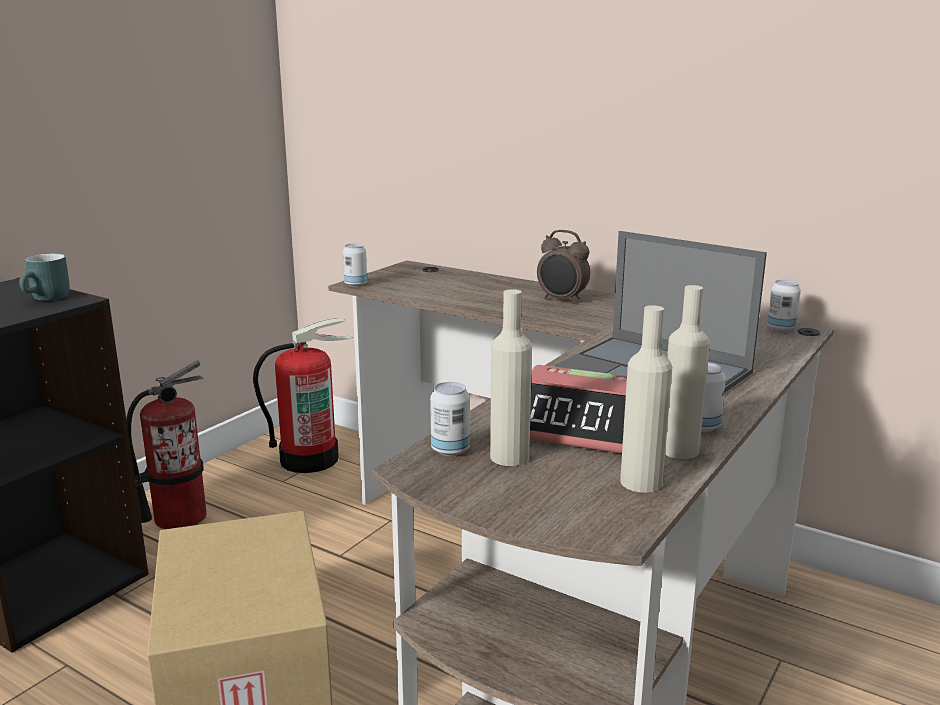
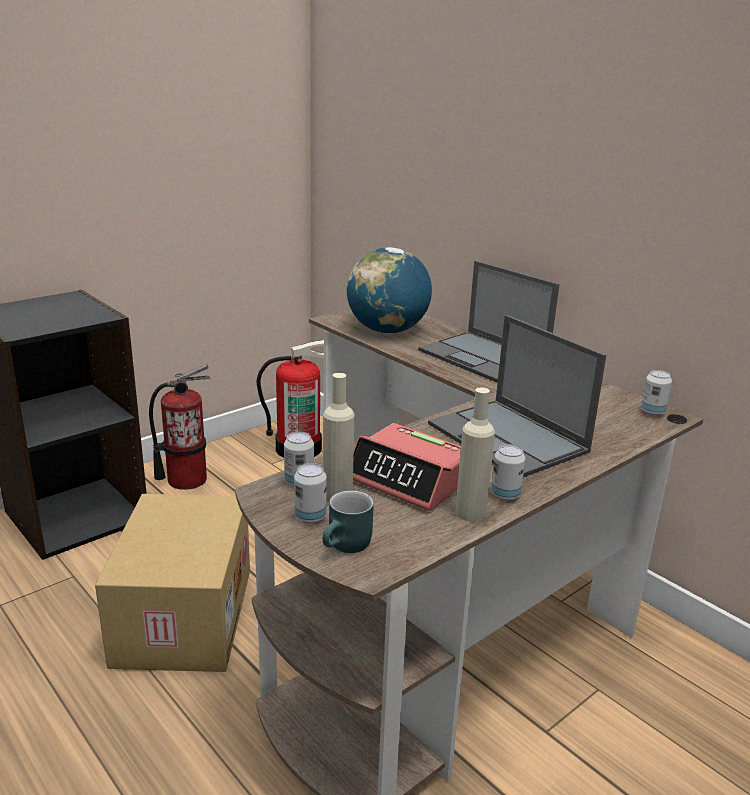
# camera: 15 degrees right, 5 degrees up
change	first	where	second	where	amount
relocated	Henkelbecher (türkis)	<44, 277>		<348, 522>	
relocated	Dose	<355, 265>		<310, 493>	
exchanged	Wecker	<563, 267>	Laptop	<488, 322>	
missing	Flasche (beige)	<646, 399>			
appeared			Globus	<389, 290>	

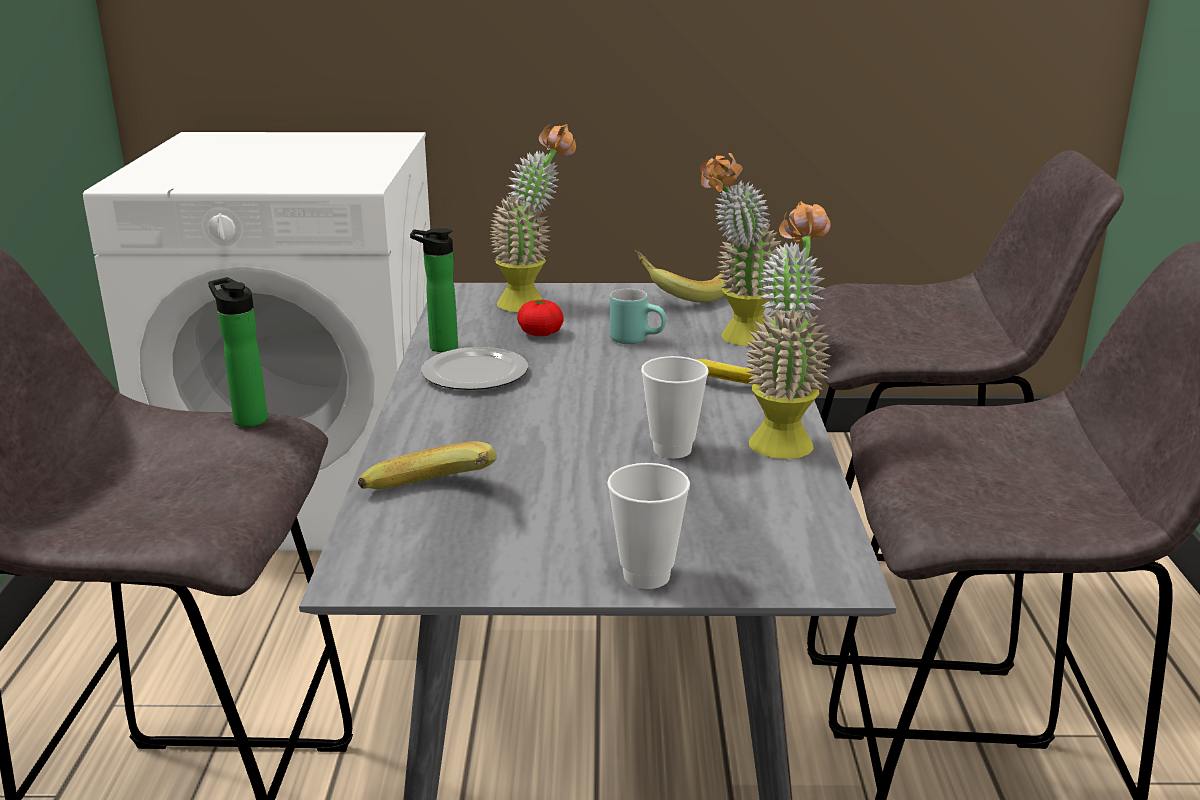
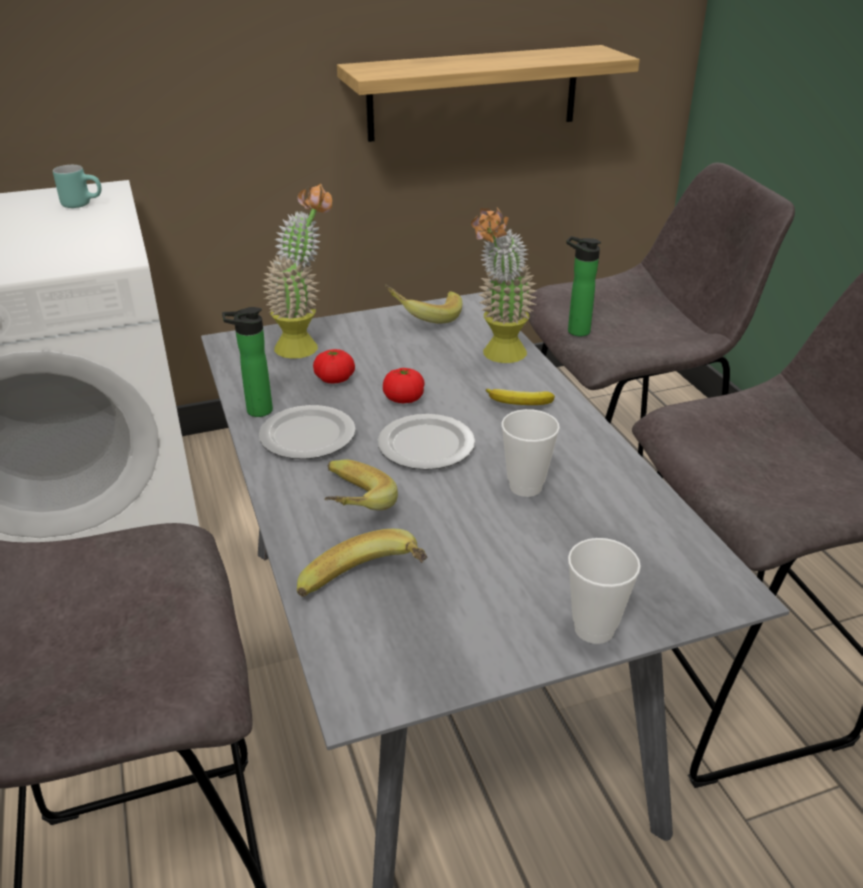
# camera: 20 degrees left, 10 degrees up
change	first	where	second	where	amount
relocated	Flasche	<238, 352>		<583, 286>	
relocated	Henkelbecher (türkis)	<638, 316>		<77, 186>	
missing	Topfpflanze	<788, 330>			
appeared			Banane	<361, 484>	
appeared			Wandregal	<488, 93>	
appeared			Teller	<426, 442>	
appeared			Tomate	<404, 385>	

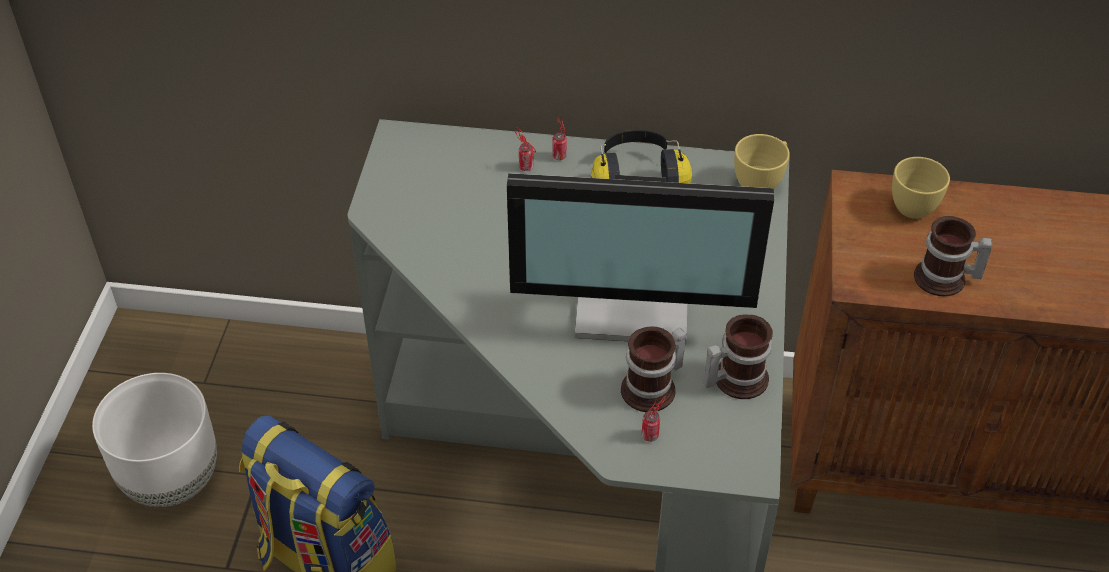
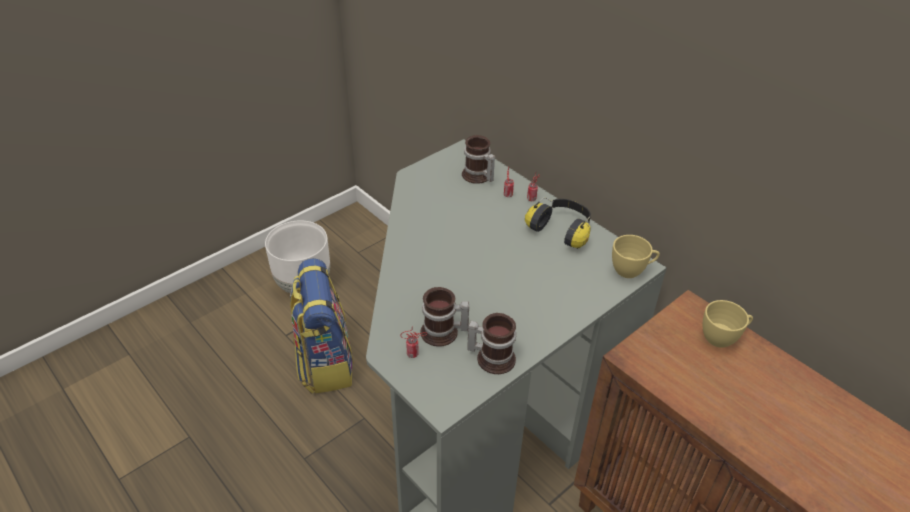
# camera: 40 degrees right, 5 degrees down
change	first	where	second	where	amount
missing	Monitor	<640, 259>			
relocated	Henkelbecher	<953, 256>		<478, 159>	

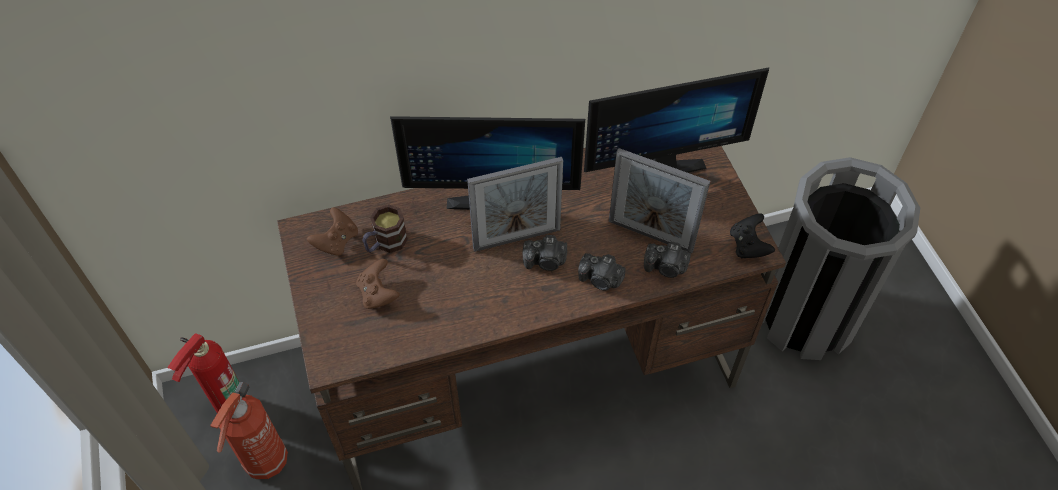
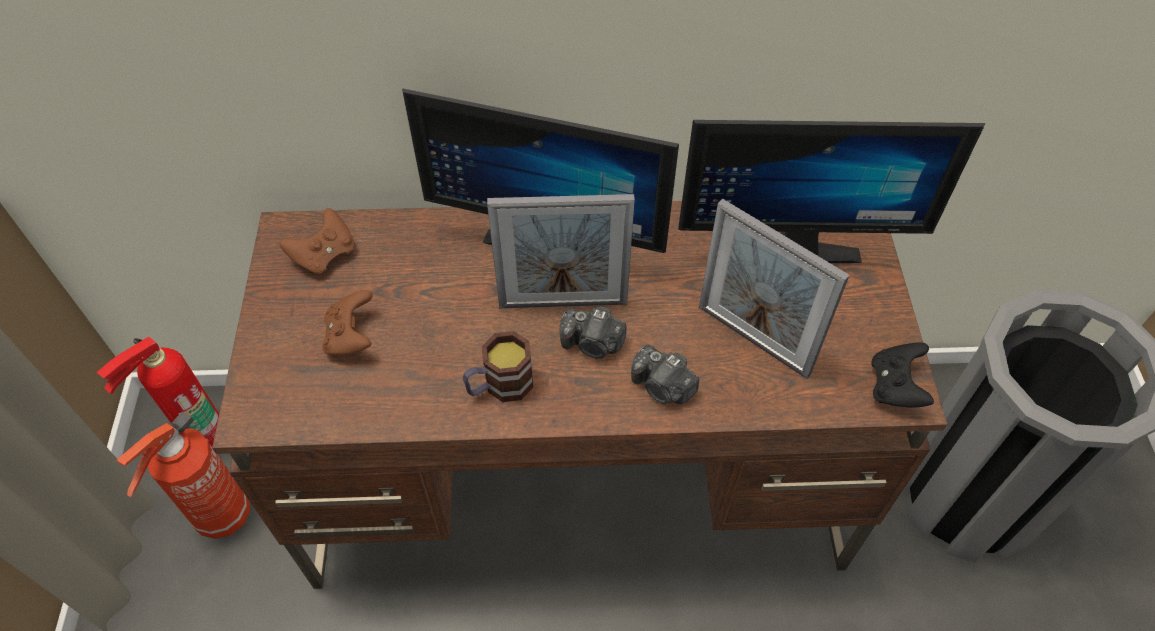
# camera: 15 degrees right, 0 degrees up
change	first	where	second	where	amount
relocated	Henkelbecher	<385, 228>		<498, 366>	
missing	Kamera	<667, 259>			

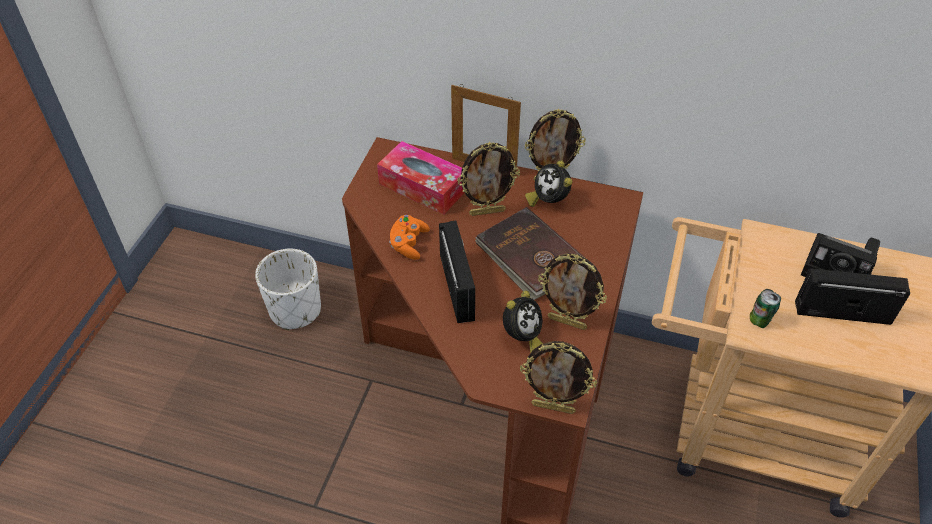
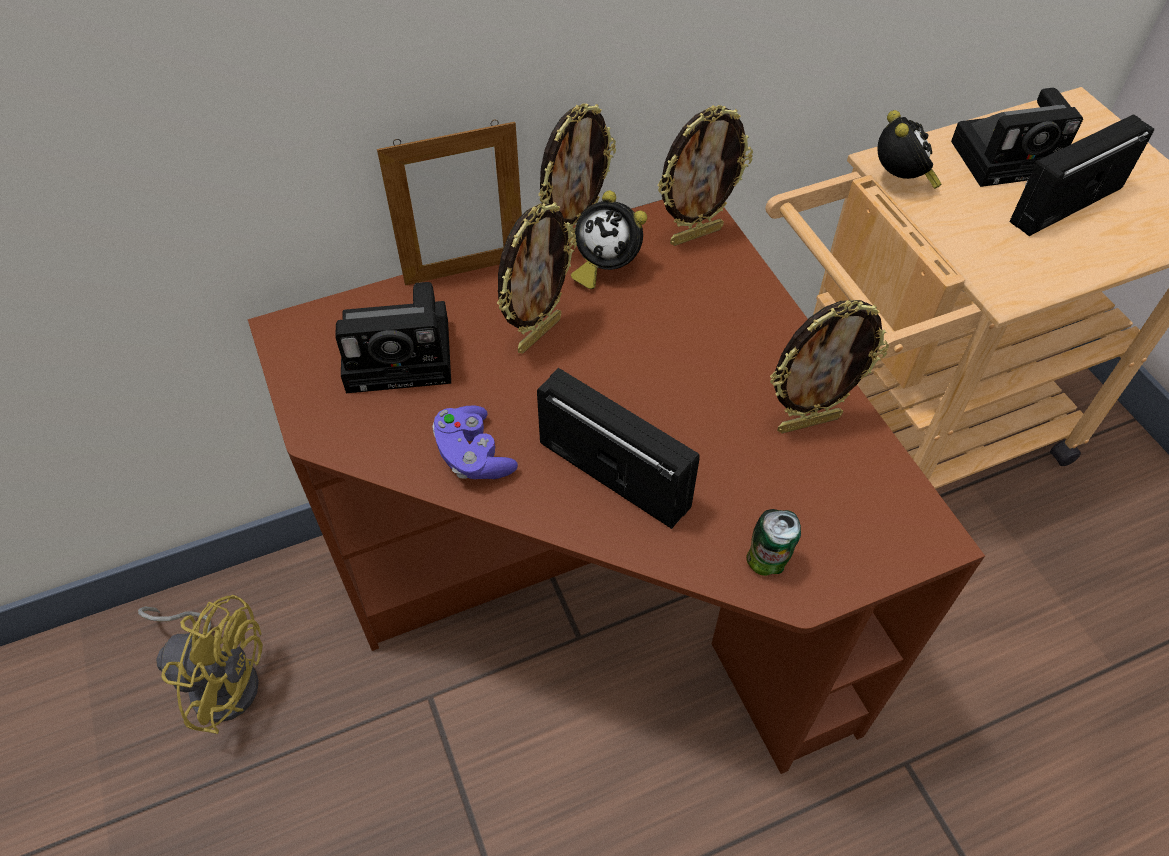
# camera: 40 degrees left, 5 degrees up
change	first	where	second	where	amount
exchanged	Pflanzkübel (weiß)	<288, 289>	Ventilator (gelb)	<200, 664>	
exchanged	Taschentuchbox	<421, 178>	Kamera	<393, 337>	
colour	Gamepad (orange)	<409, 237>	Gamepad (lila)	<475, 442>	
missing	Buch (braun)	<529, 253>			
relocated	Wecker	<523, 322>		<909, 149>	
relocated	Bilderrahmen	<558, 377>		<705, 175>	
relocated	Dose	<765, 308>		<773, 542>	

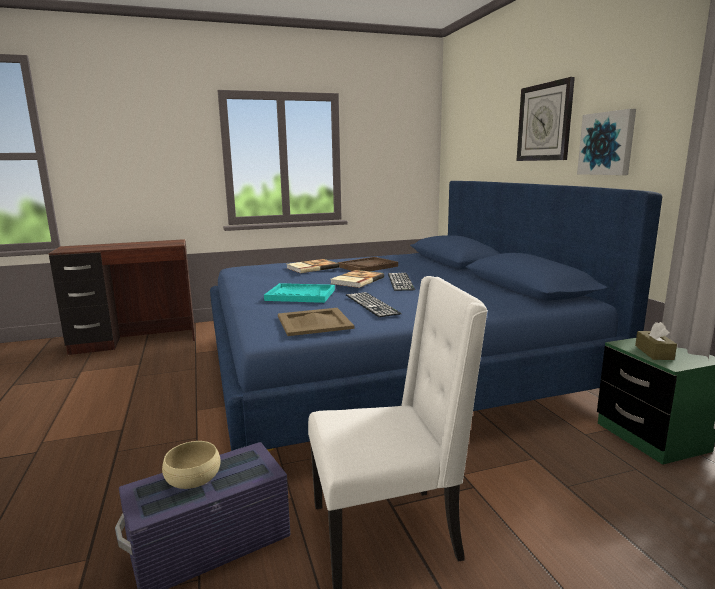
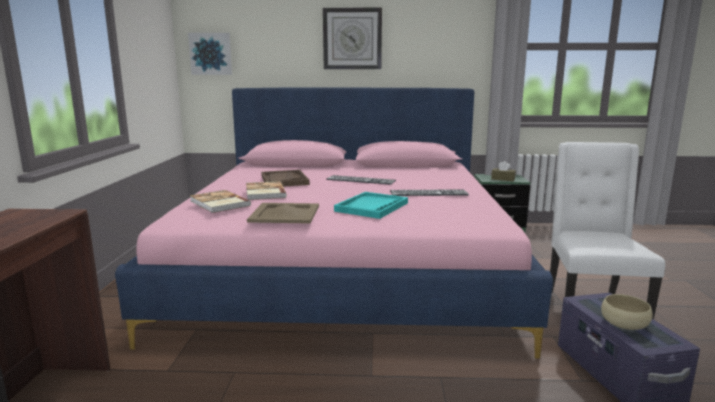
# camera: 70 degrees left, 0 degrees up
change	first	where	second	where	amount
colour	Bett (blau)	<436, 316>	Bett (rosa)	<334, 223>	
relocated	Tablett (beige)	<316, 322>		<283, 213>	
relocated	Buch	<357, 279>		<220, 201>	
relocated	Bild	<606, 142>		<210, 54>	

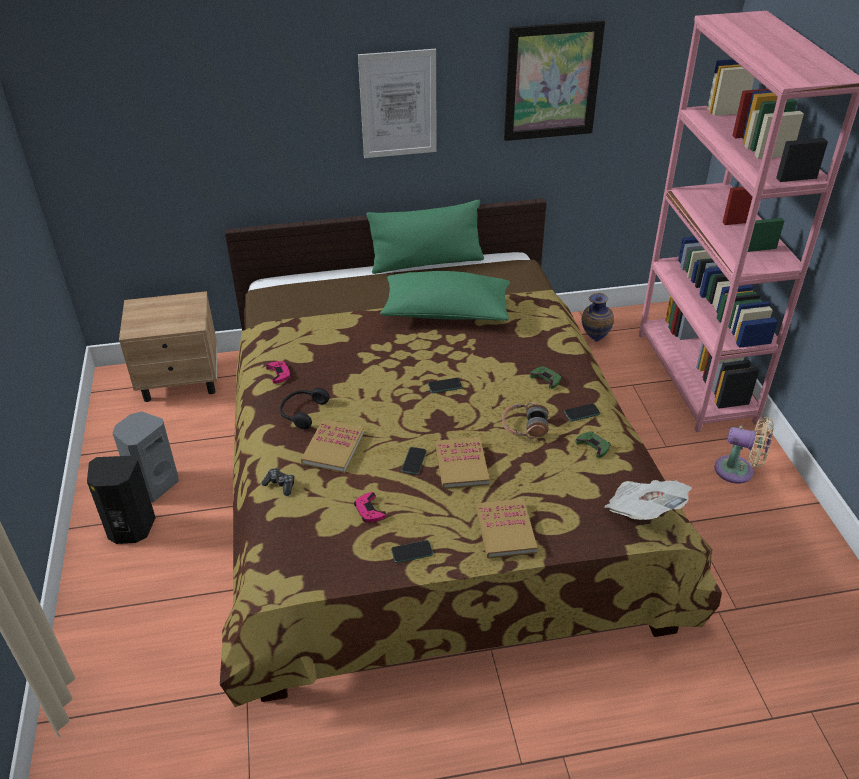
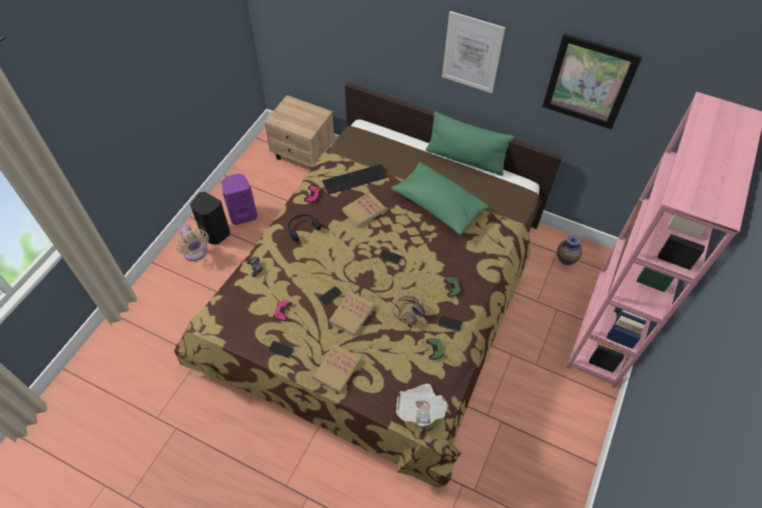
# camera: 35 degrees right, 15 degrees up
change	first	where	second	where	amount
colour	Lautsprecher (grau)	<146, 456>	Lautsprecher (lila)	<240, 199>	
relocated	Buch	<332, 446>		<364, 210>	
relocated	Ventilator (beige)	<744, 450>		<192, 243>	
appeared			Tastatur	<355, 179>	

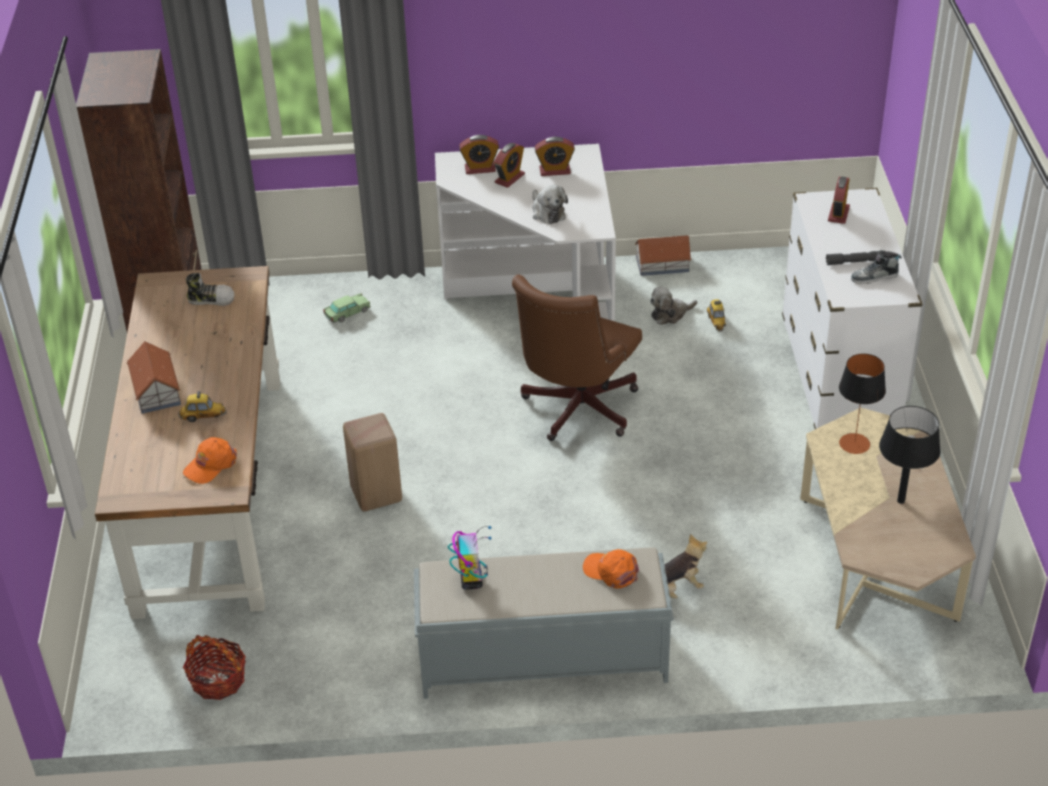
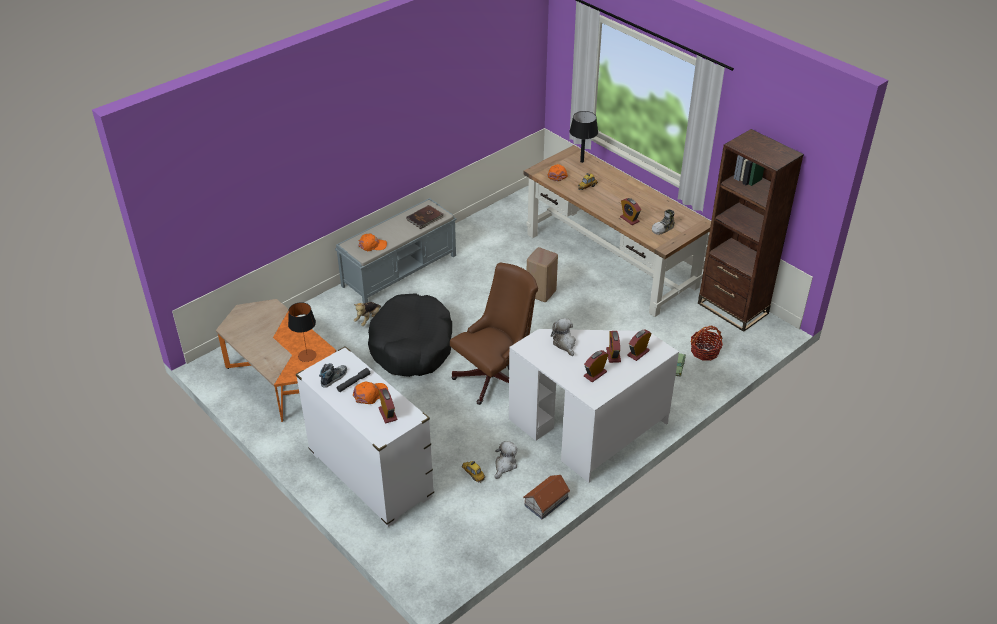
# camera: 140 degrees right, 0 degrees up
change	first	where	second	where	amount
missing	Spielzeughaus	<154, 377>			
relocated	Korb	<214, 667>		<707, 343>	
exchanged	Spielzeugroboter	<470, 558>	Buch (braun)	<425, 217>	
spun	Bürostuhl (braun)	<577, 357>		<494, 334>	60 degrees clockwise
spun	Plüschtier	<550, 204>		<563, 337>	45 degrees clockwise
colour	Couchtisch (beige)	<888, 519>	Couchtisch (orange)	<276, 360>	
relocated	Tischlampe (schwarz)	<910, 455>		<584, 137>	
appeared			Kappe (orange)	<370, 392>	
appeared			Hundebett (schwarz)	<410, 335>	
appeared			Wecker	<630, 211>	

